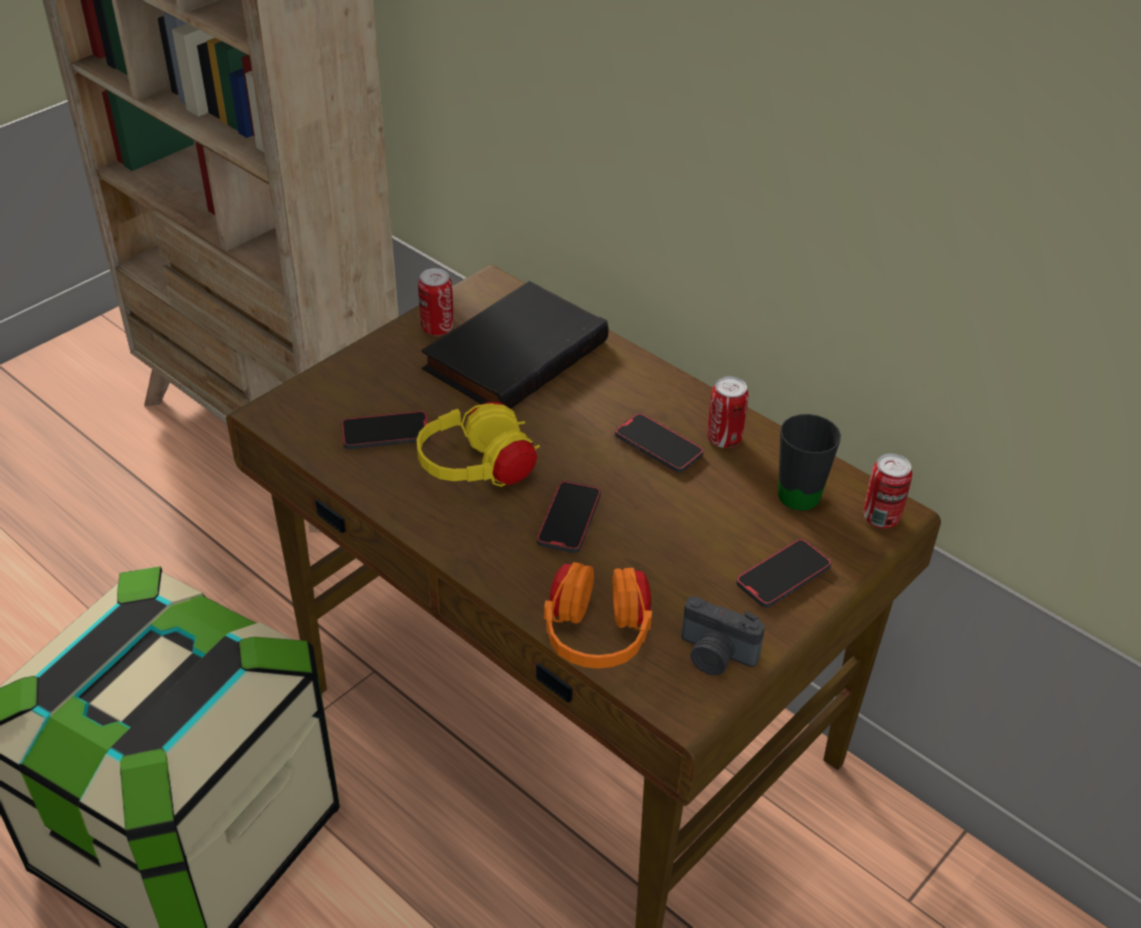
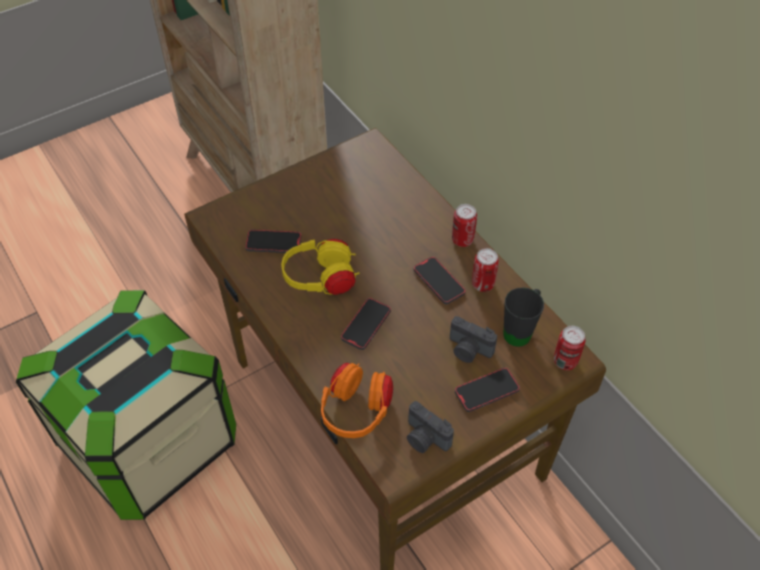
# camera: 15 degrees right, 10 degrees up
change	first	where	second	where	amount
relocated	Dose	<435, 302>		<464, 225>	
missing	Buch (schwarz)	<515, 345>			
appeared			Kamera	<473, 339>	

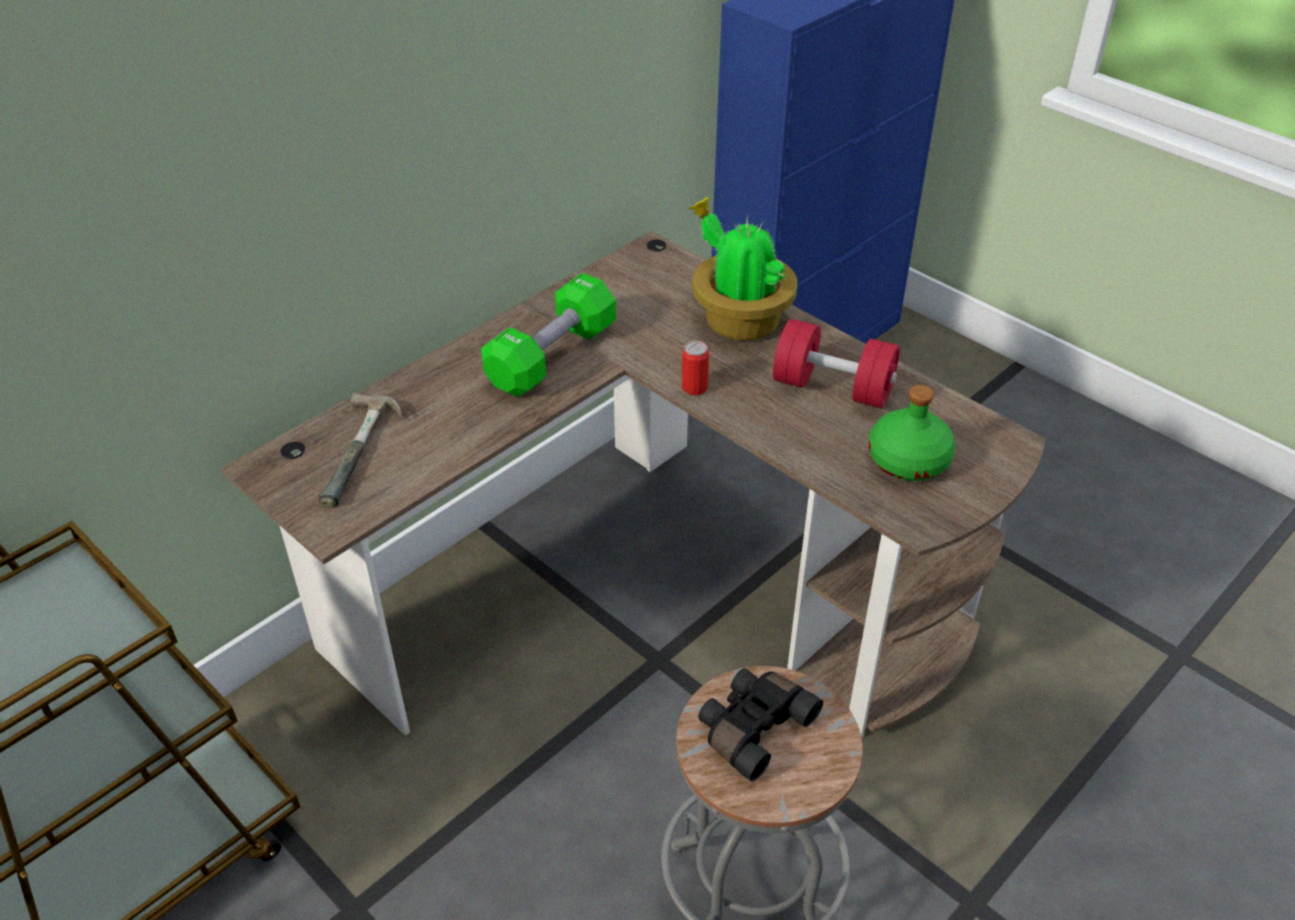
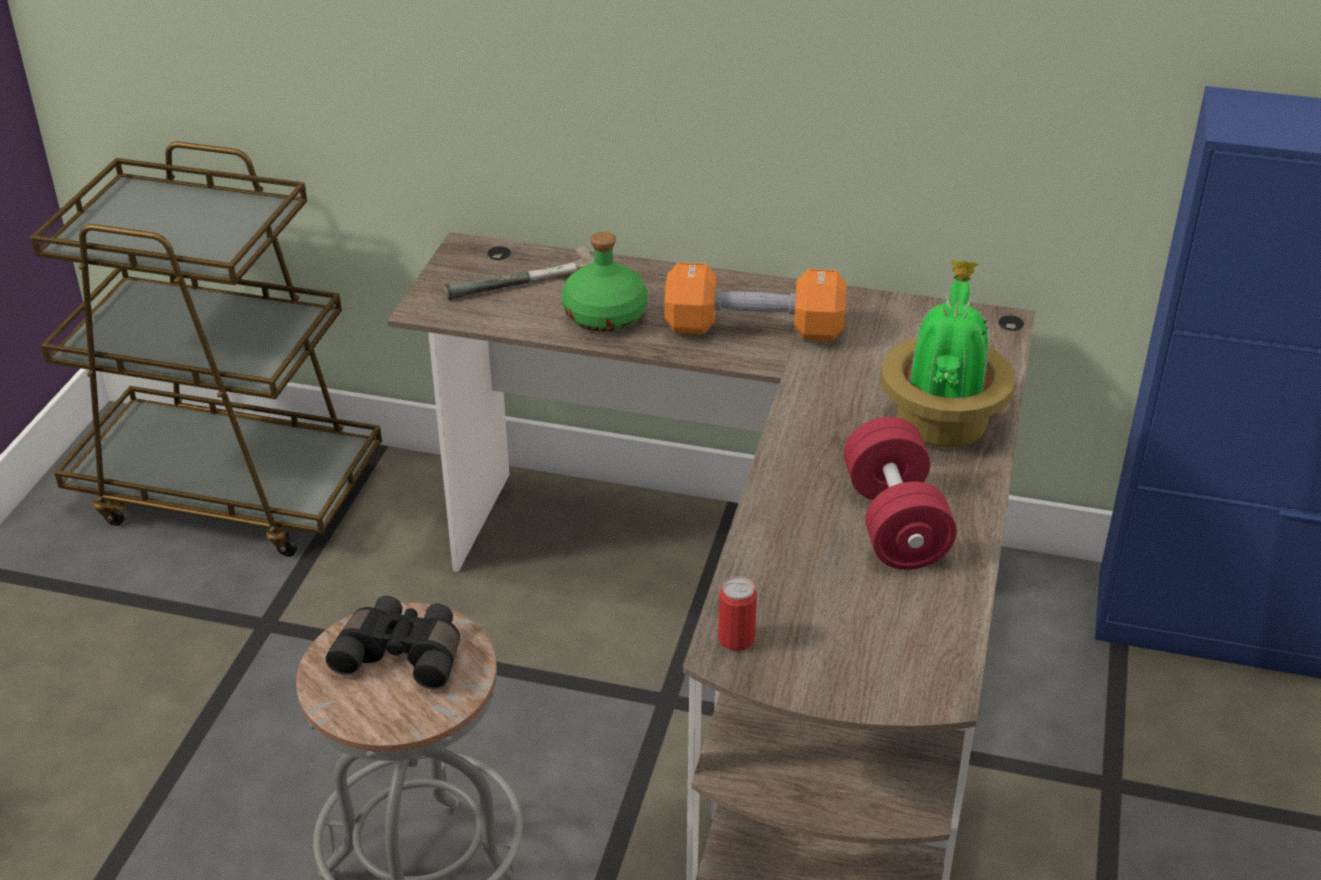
# camera: 60 degrees right, 5 degrees down
change	first	where	second	where	amount
colour	Hantel (grün)	<548, 335>	Hantel (orange)	<755, 301>	
relocated	Dose	<695, 367>		<737, 613>	
relocated	Flasche (grün)	<912, 433>		<604, 282>	

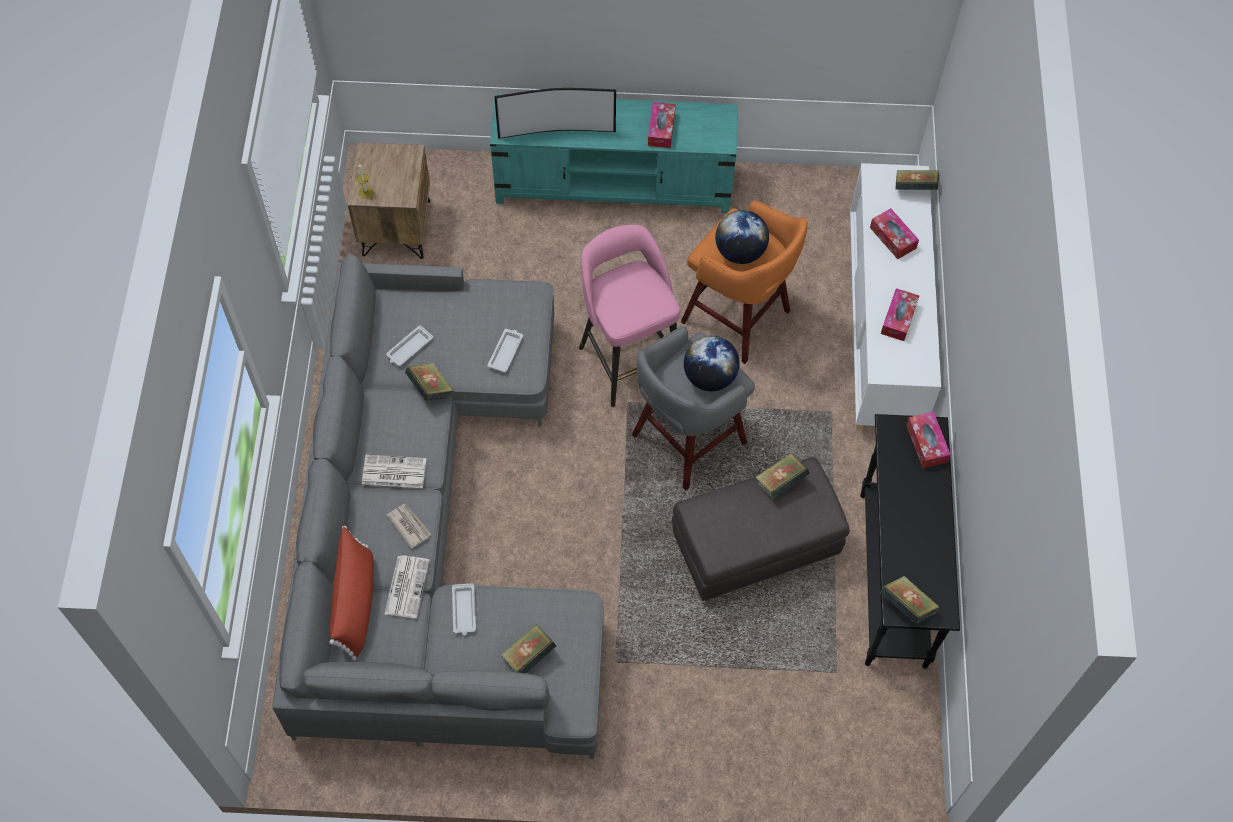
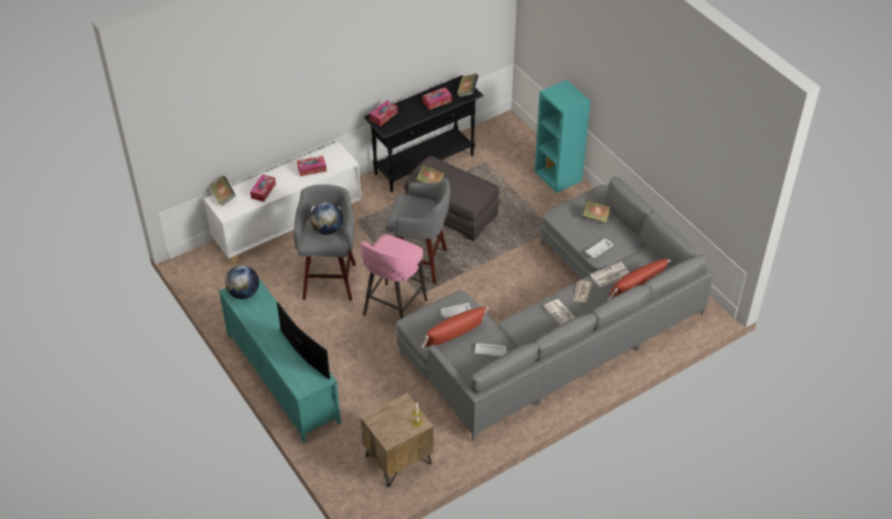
# camera: 125 degrees left, 15 degrees down
change	first	where	second	where	amount
missing	Buch	<429, 382>			
relocated	Taschentuchbox	<662, 125>		<437, 98>	
colour	Hocker (orange)	<744, 282>	Hocker (grau)	<325, 242>	
relocated	Globus	<712, 363>		<242, 282>	
appeared			Kissen (rot)	<455, 327>	
appeared			Bücherregal (türkis)	<562, 136>	

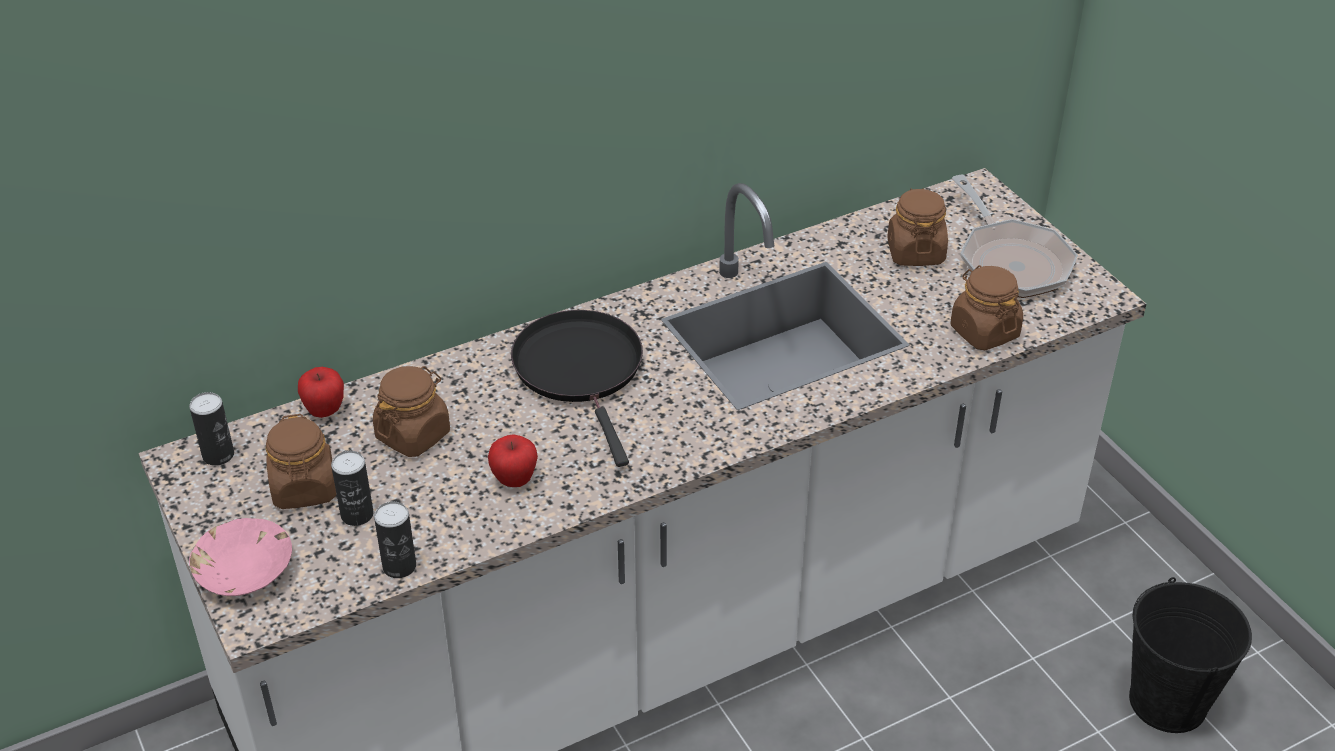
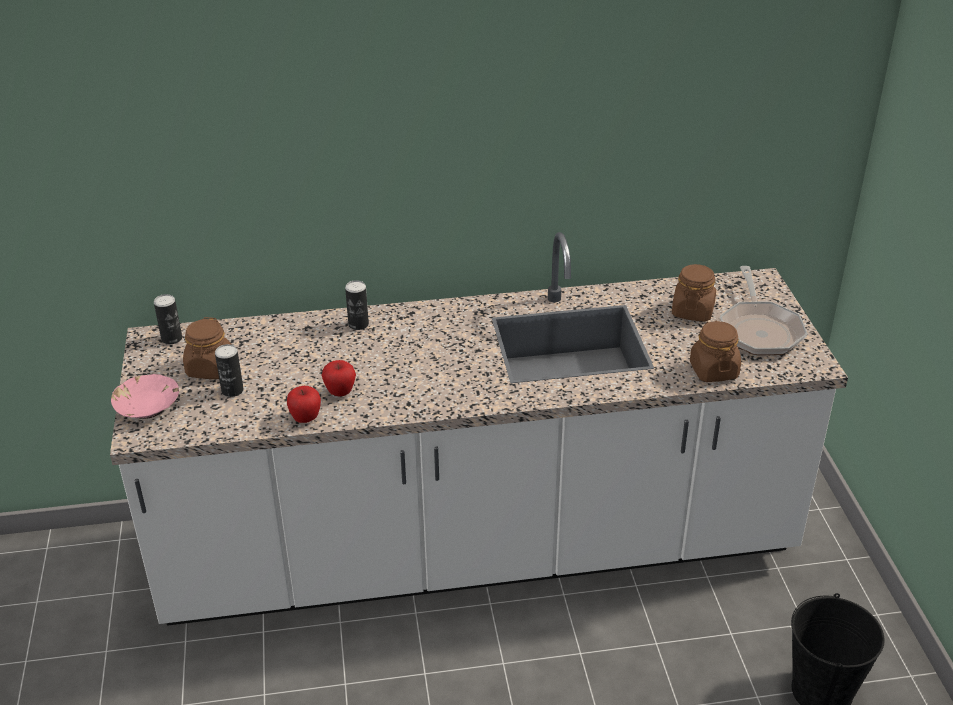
# camera: 20 degrees right, 5 degrees down
change	first	where	second	where	amount
relocated	Apfel	<321, 392>		<304, 404>	
missing	Vorratsglas (braun)	<411, 411>			
relocated	Dose	<395, 540>		<357, 305>	
missing	Pfanne (schwarz)	<577, 388>			

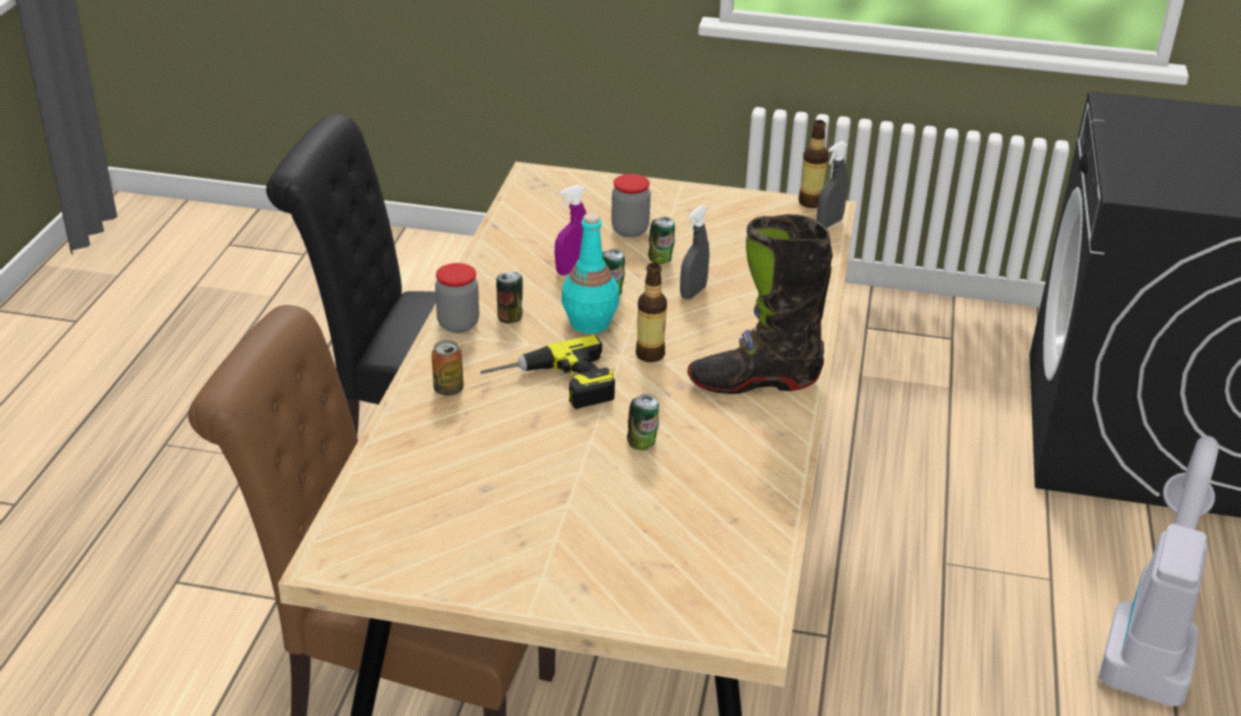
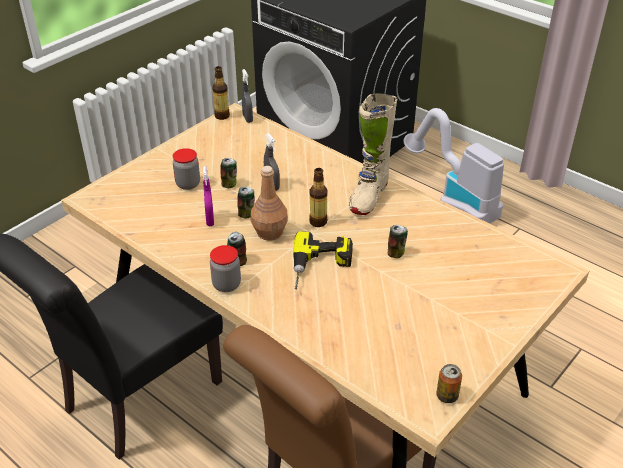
# camera: 60 degrees left, 5 degrees up
change	first	where	second	where	amount
relocated	Dose	<447, 368>		<449, 383>	
colour	Flasche (türkis)	<590, 273>	Flasche (braun)	<269, 203>	
colour	Stiefel (schwarz)	<760, 304>	Stiefel (beige)	<373, 154>	

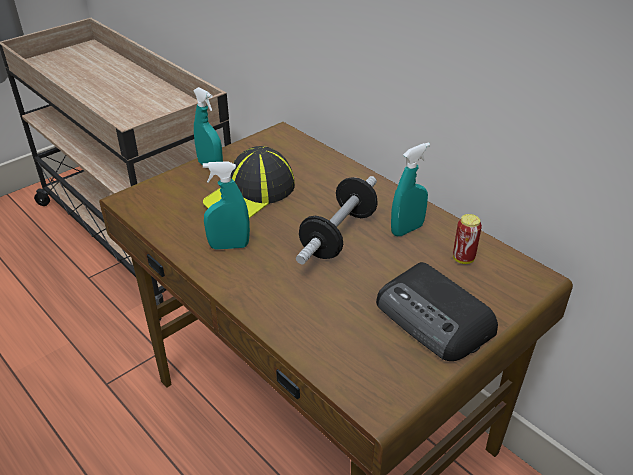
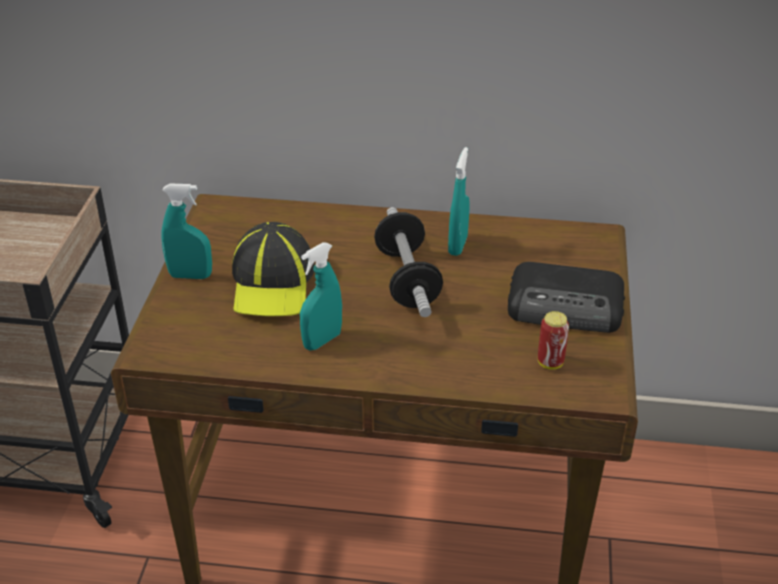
# camera: 40 degrees left, 0 degrees up
change	first	where	second	where	amount
relocated	Dose	<467, 239>		<553, 340>	

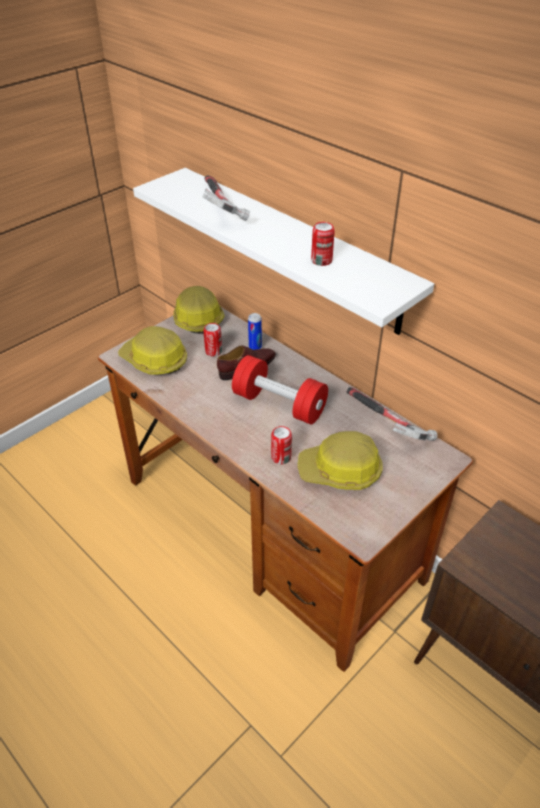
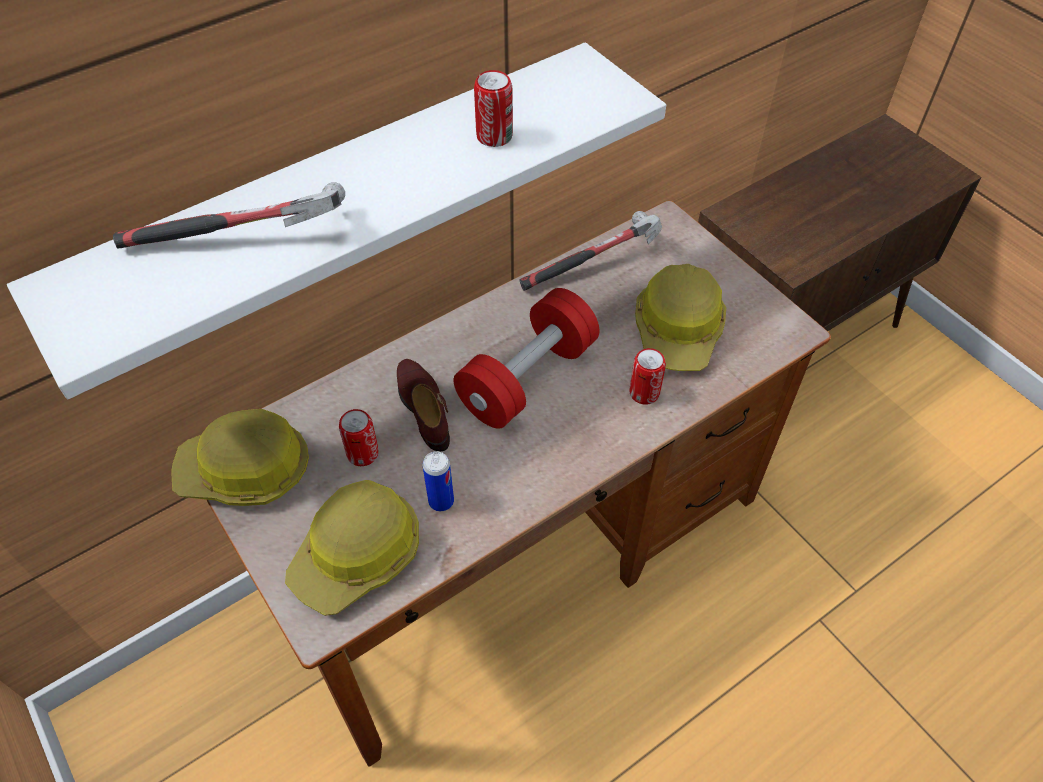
# camera: 80 degrees left, 10 degrees up
change	first	where	second	where	amount
relocated	Dose	<255, 331>		<438, 481>	

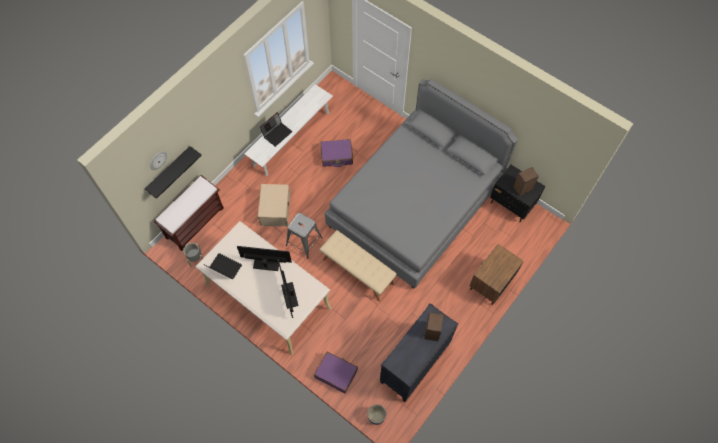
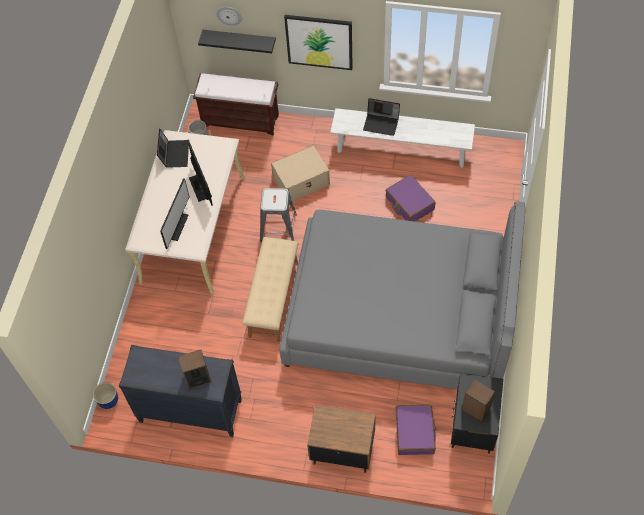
# camera: 65 degrees right, 5 degrees down
change	first	where	second	where	amount
spun	Monitor	<288, 289>		<174, 213>	150 degrees clockwise
relocated	Koffer (lila)	<336, 372>		<416, 429>	
appeared			Bild	<318, 42>	

